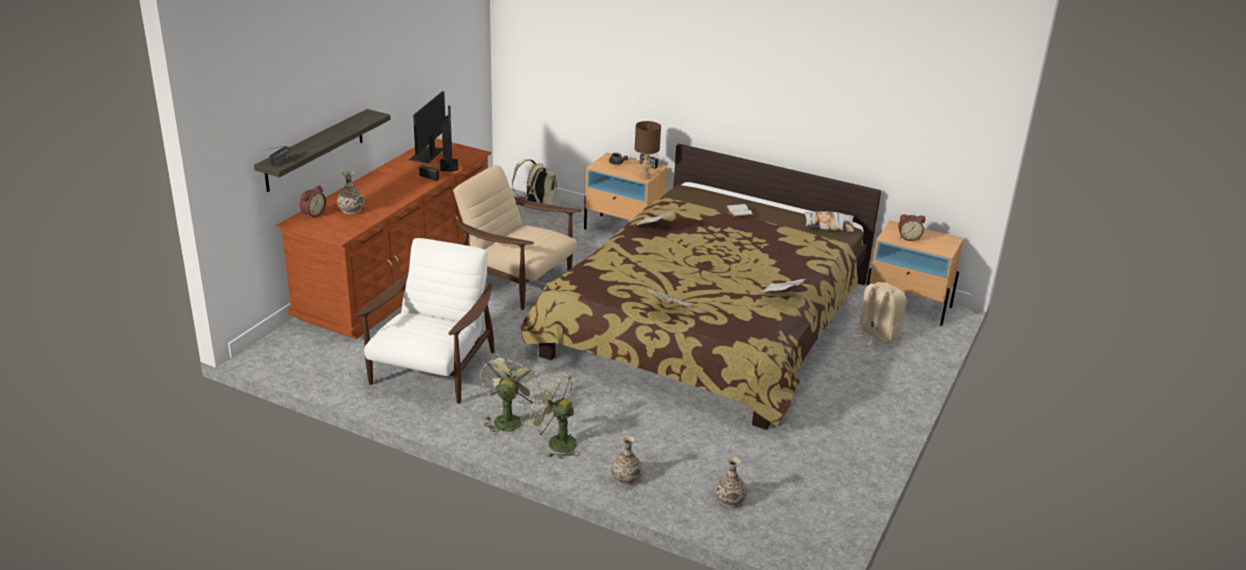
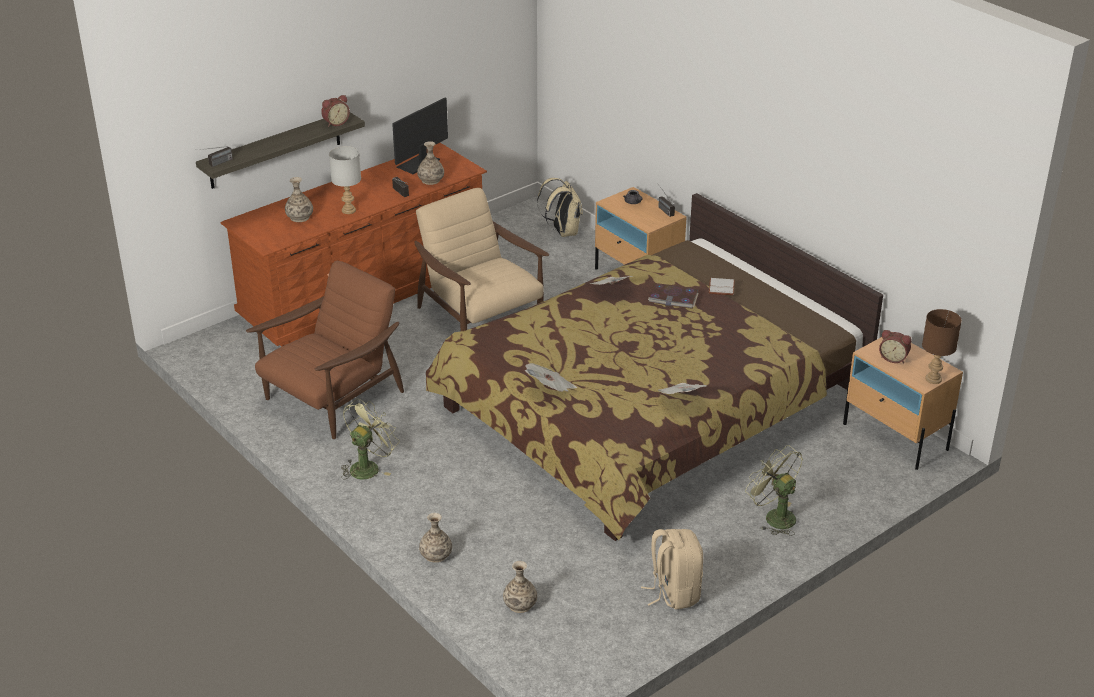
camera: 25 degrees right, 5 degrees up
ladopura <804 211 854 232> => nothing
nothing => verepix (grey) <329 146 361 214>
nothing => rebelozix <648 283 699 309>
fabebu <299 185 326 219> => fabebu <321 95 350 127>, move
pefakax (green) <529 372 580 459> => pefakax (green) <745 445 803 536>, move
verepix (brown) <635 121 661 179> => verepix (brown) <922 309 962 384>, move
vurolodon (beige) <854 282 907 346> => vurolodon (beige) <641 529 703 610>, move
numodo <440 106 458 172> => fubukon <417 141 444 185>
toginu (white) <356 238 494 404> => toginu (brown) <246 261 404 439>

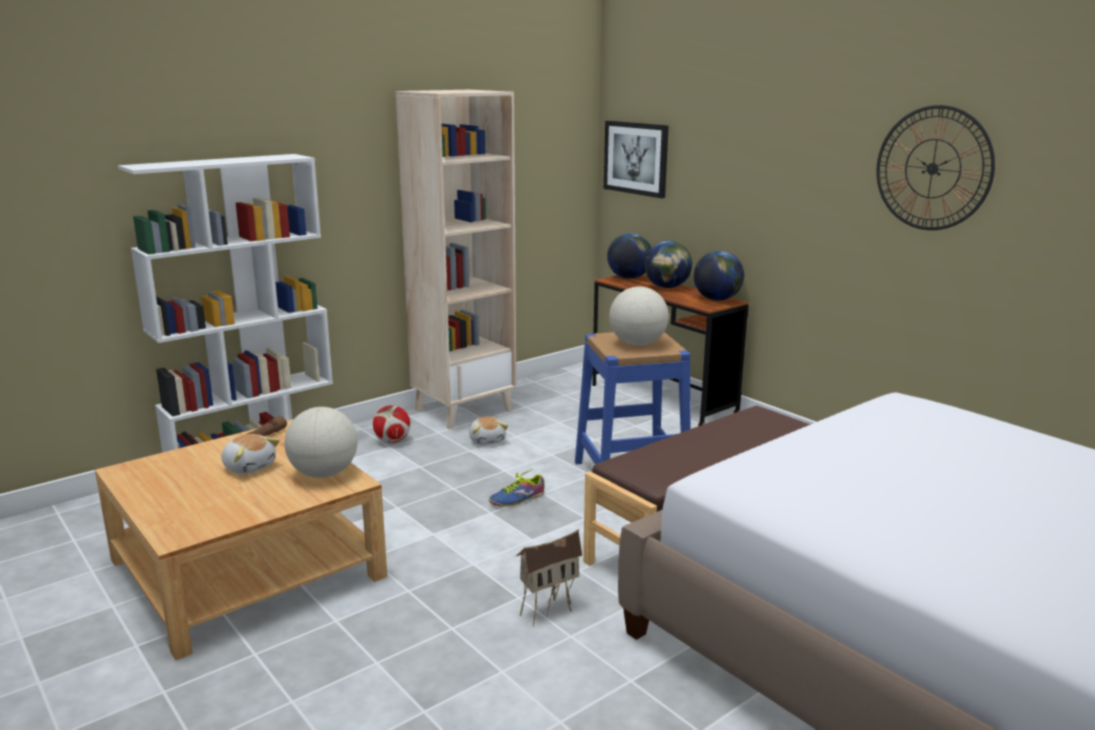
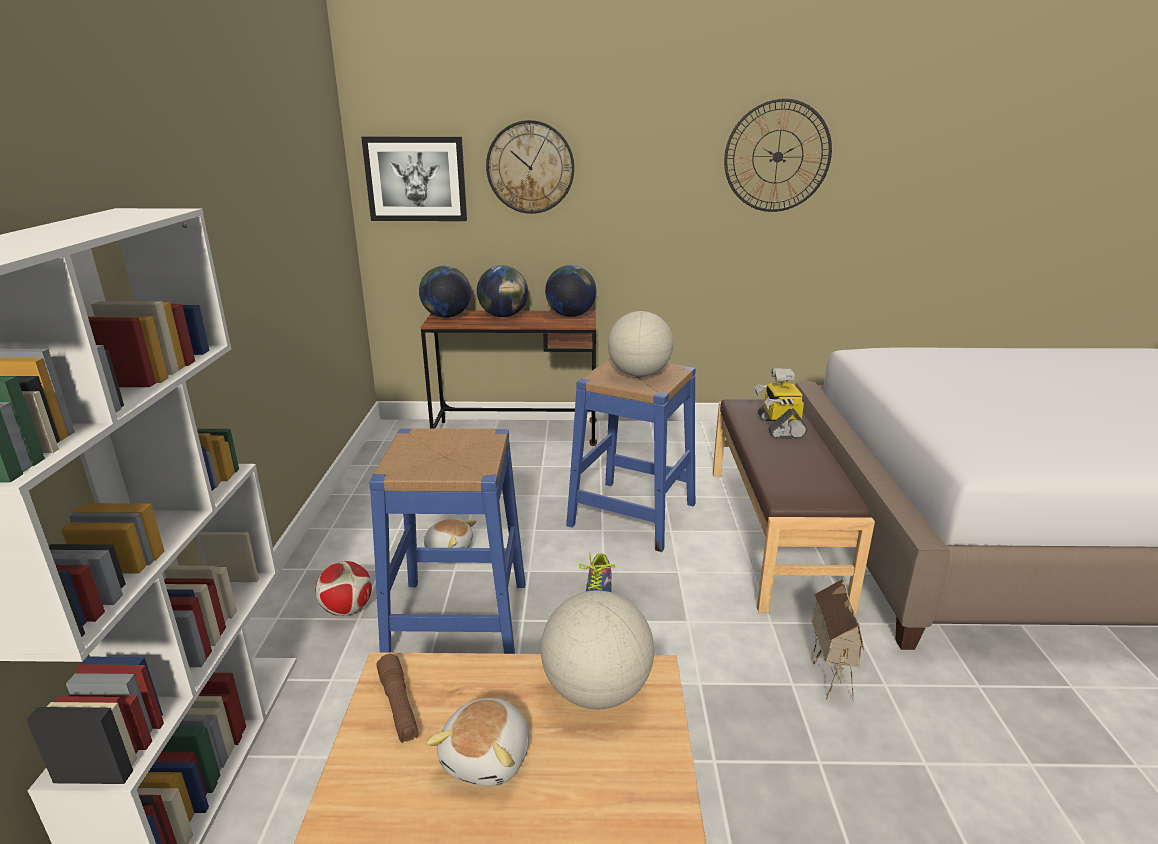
camera: 50 degrees left, 5 degrees up
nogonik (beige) <395 90 516 430> => nothing
nothing => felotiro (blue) <369 428 525 654>
nothing => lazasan <486 120 574 214>
nothing => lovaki <755 368 807 439>
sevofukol <221 434 280 474> => sevofukol <426 698 529 787>, 120 degrees clockwise

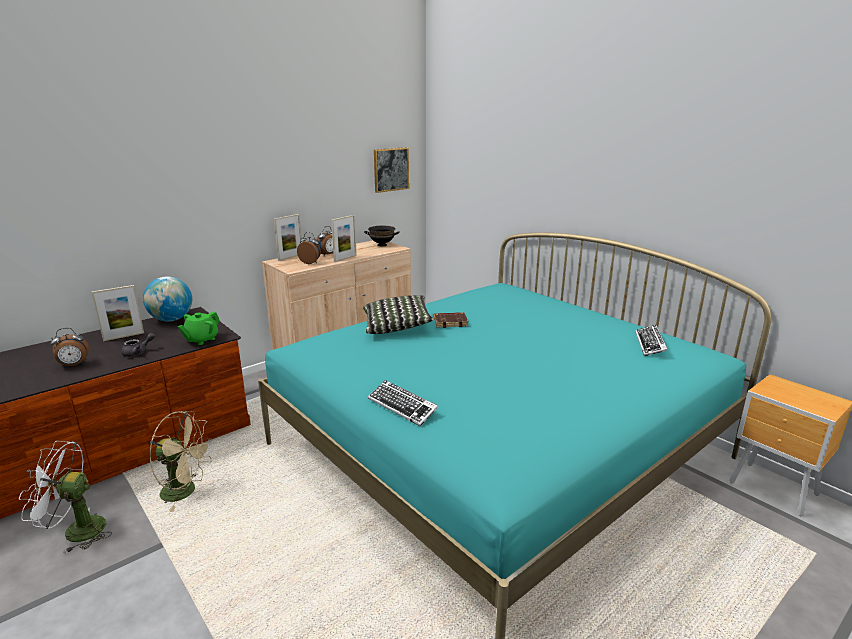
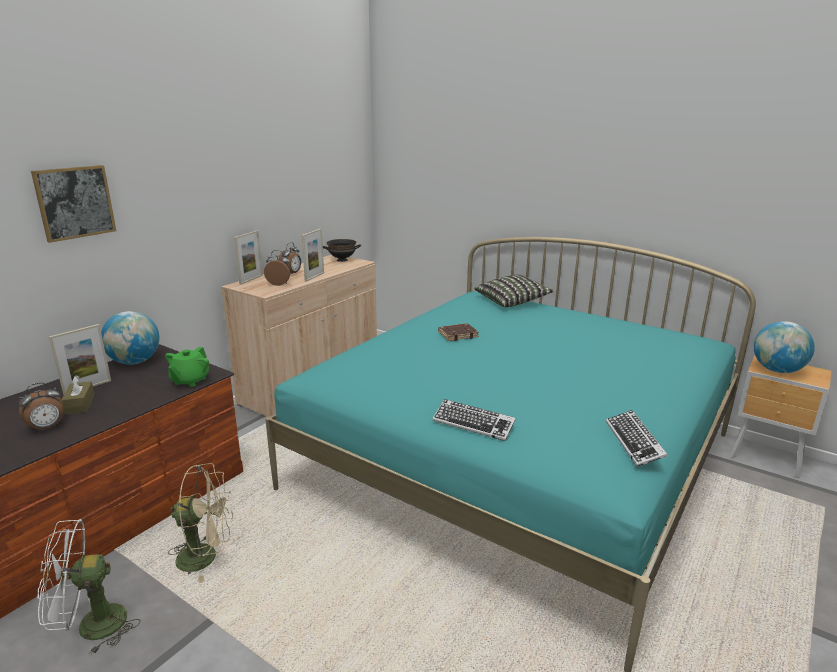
camera: 15 degrees left, 0 degrees up
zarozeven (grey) <121 333 155 357> => nothing
nothing => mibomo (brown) <62 375 95 415>
nothing => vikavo <754 321 815 373>
ladopura <363 295 434 334> => ladopura <474 274 553 307>, move
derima <374 147 409 193> => derima <31 165 116 243>, move
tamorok <635 325 668 356> => tamorok <606 410 668 467>, move

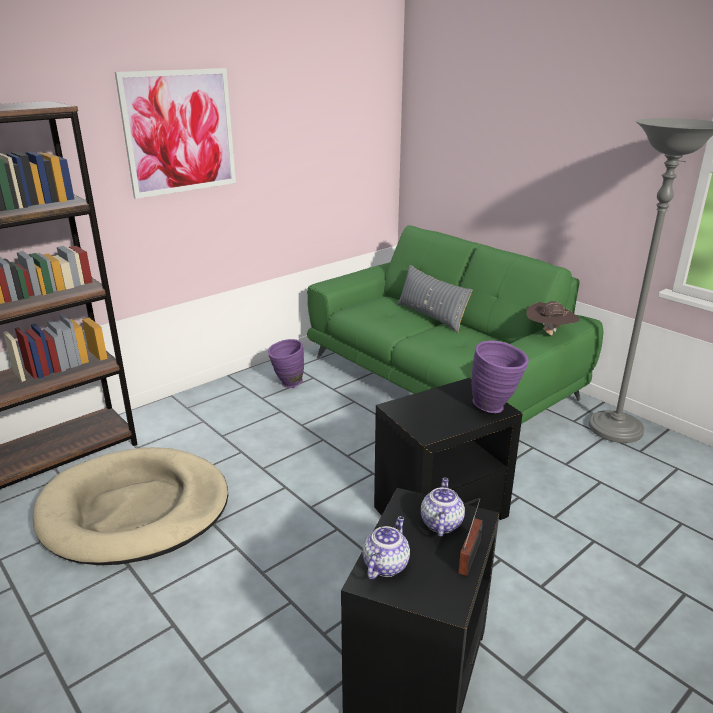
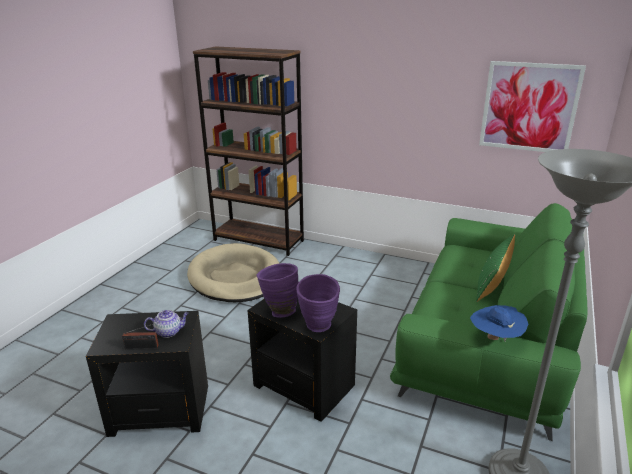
camera: 65 degrees right, 0 degrees up
zarozeven <363 516 410 579> => nothing
derima <115 68 236 199> => derima <479 61 586 152>, move
fubukon (purple) <268 339 304 388> => fubukon (purple) <257 263 299 318>, move
ladopura (grey) <397 265 472 333> => ladopura (green) <476 234 515 302>
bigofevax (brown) <526 301 579 335> => bigofevax (blue) <470 305 528 341>

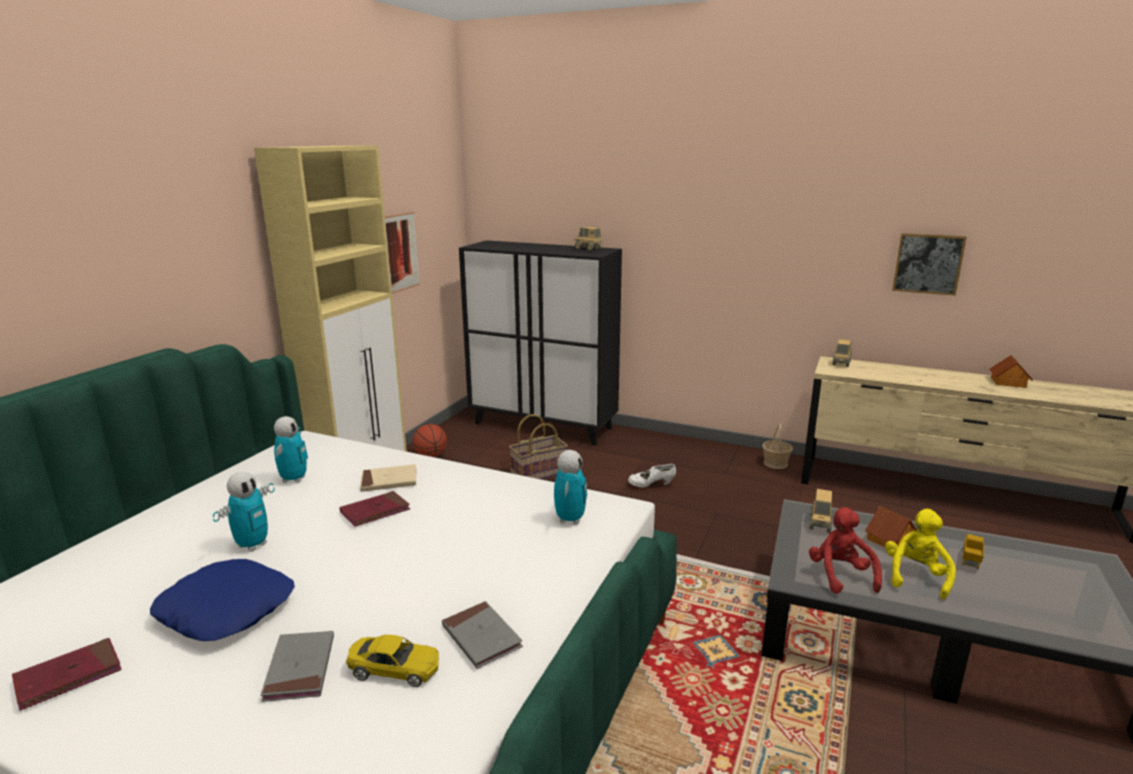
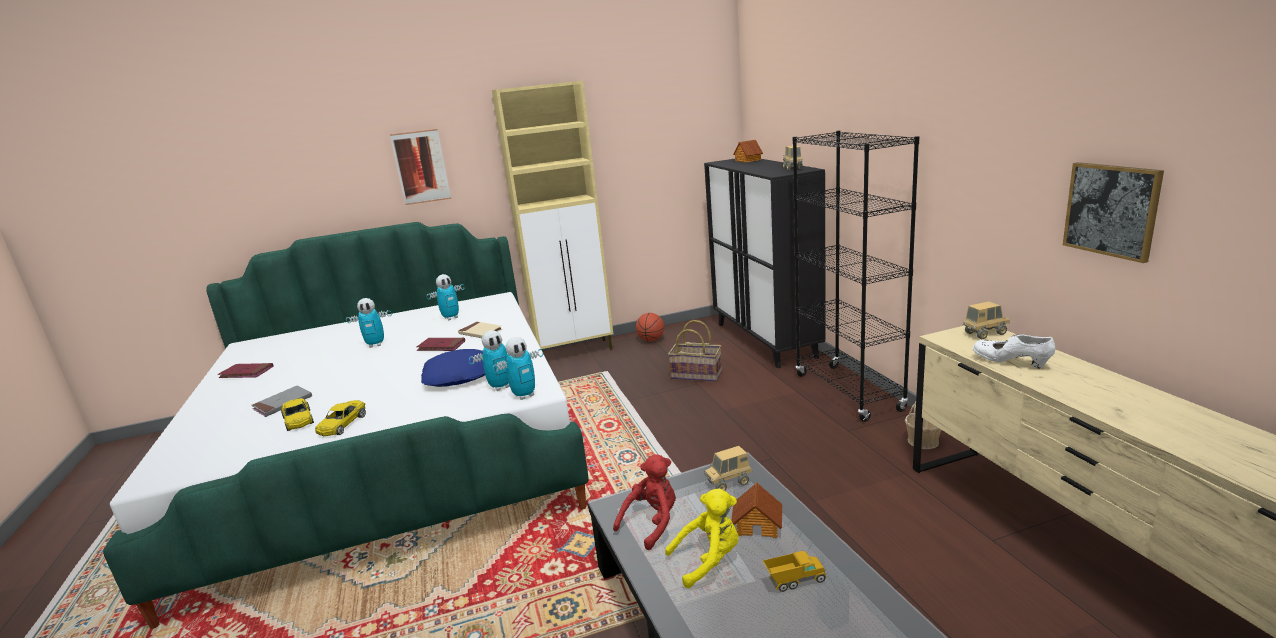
camera: 50 degrees right, 0 degrees up
nothing => lovaki <493 337 543 400>
nothing => nogonik (black) <793 131 920 422>
ladopura (blue) <150 559 295 641> => ladopura (blue) <421 349 485 387>, move
derima <385 212 420 293> => derima <390 129 451 205>, move
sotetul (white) <628 464 676 488> => sotetul (white) <973 334 1055 368>, move
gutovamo <990 355 1033 388> => gutovamo <733 140 763 162>, move
rebelozix (grey) <442 601 523 669> => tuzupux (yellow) <315 400 366 436>

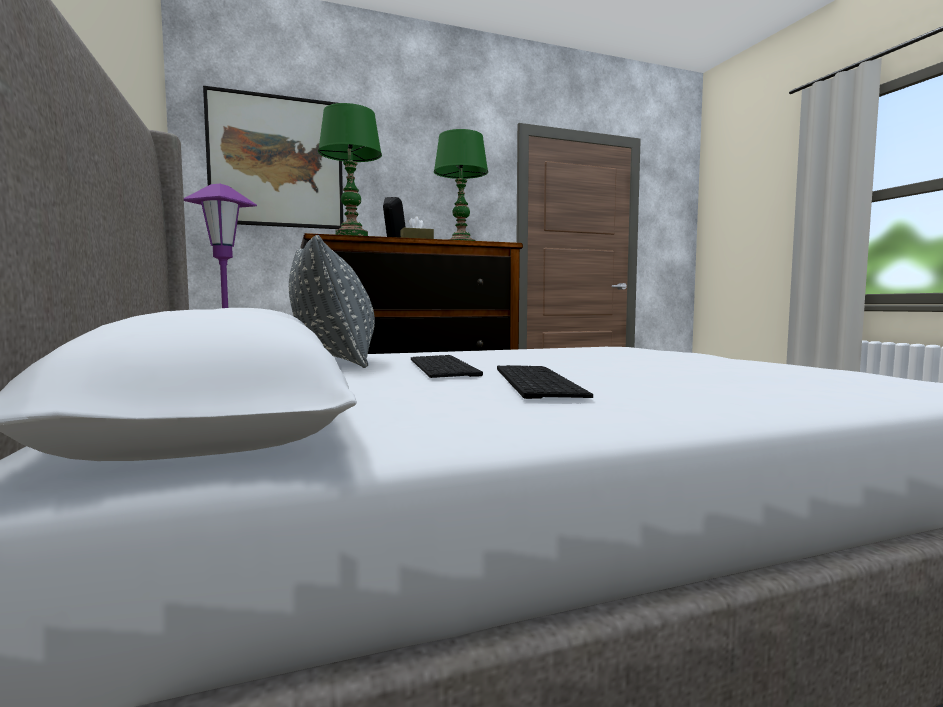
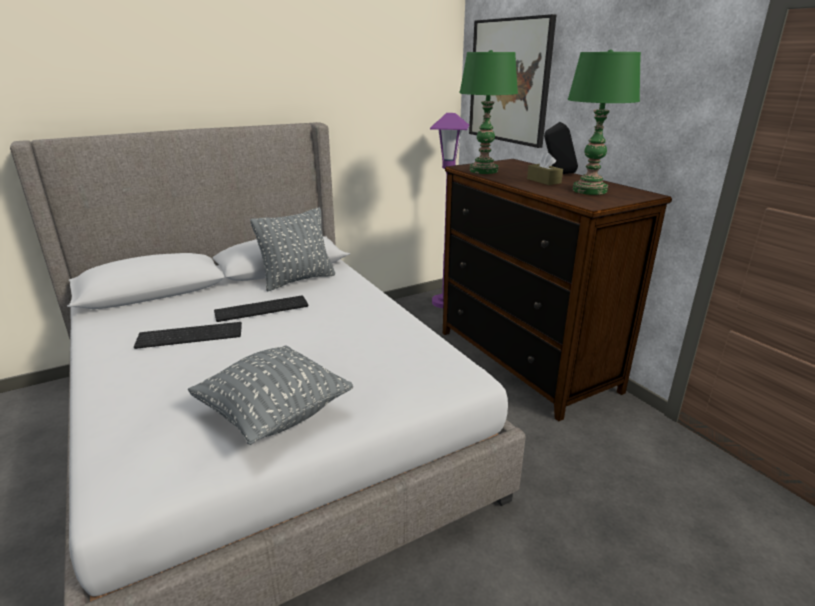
camera: 80 degrees right, 20 degrees up
nothing => ladopura (grey) <188 345 353 445>

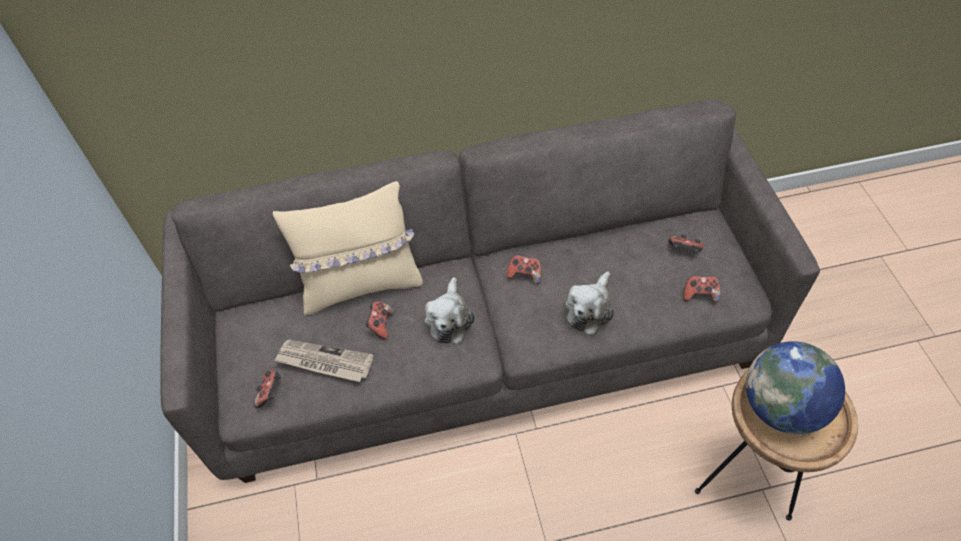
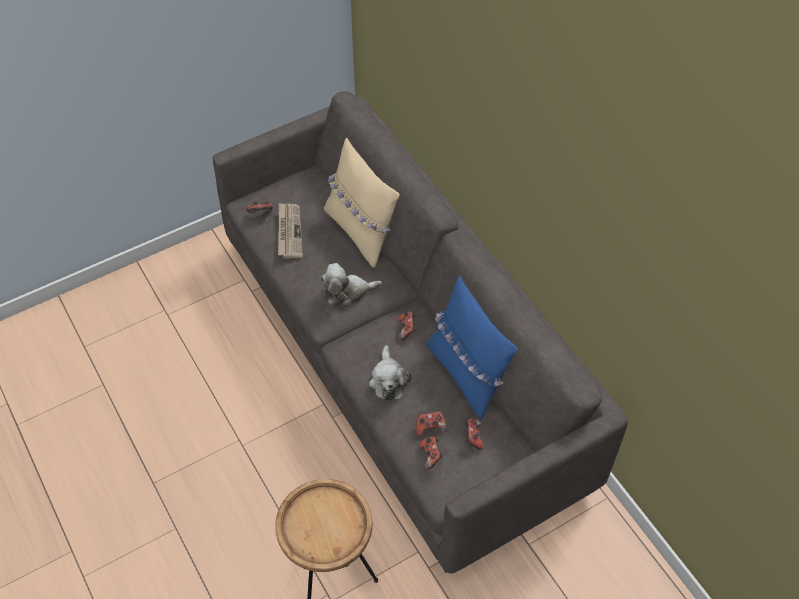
camera: 70 degrees right, 0 degrees up
vikavo <746 341 845 434> => nothing
nothing => ladopura (blue) <426 276 518 419>
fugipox <365 302 394 340> => fugipox <416 411 447 436>, move
sevofukol <565 272 615 335> => sevofukol <369 345 411 401>, 105 degrees counterclockwise

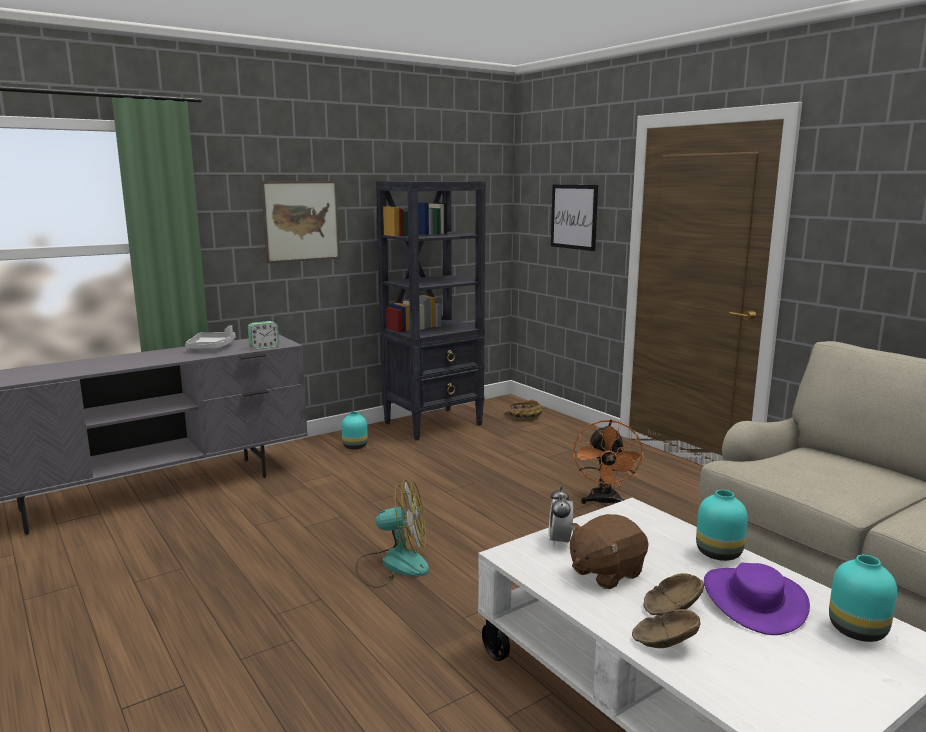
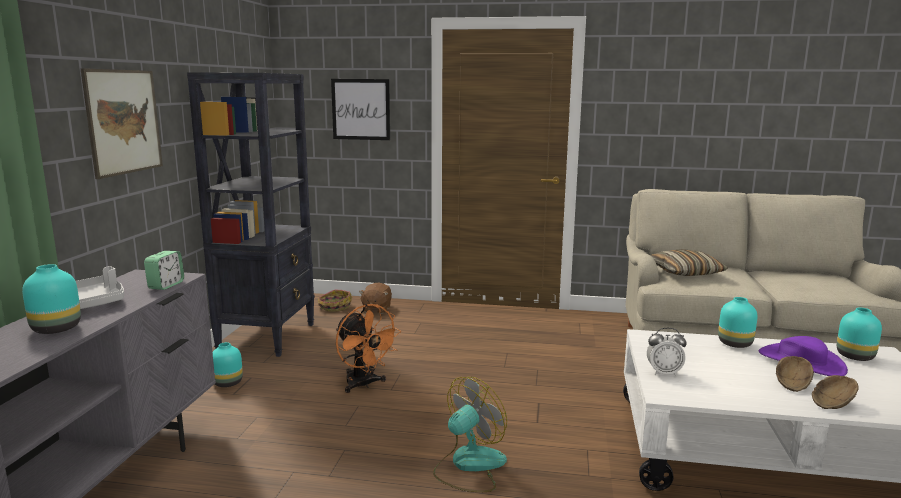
camera: 45 degrees left, 0 degrees up
nothing => fubukon (turquoise) <22 264 81 334>
nothing => ladopura <650 249 728 276>
sevofukol (brown) <570 514 648 589> => sevofukol (brown) <359 283 392 314>, move
pefakax (orange) <573 419 644 506> => pefakax (orange) <336 304 401 393>, move
fabebu <548 486 573 547> => fabebu <647 328 687 376>, 45 degrees counterclockwise

